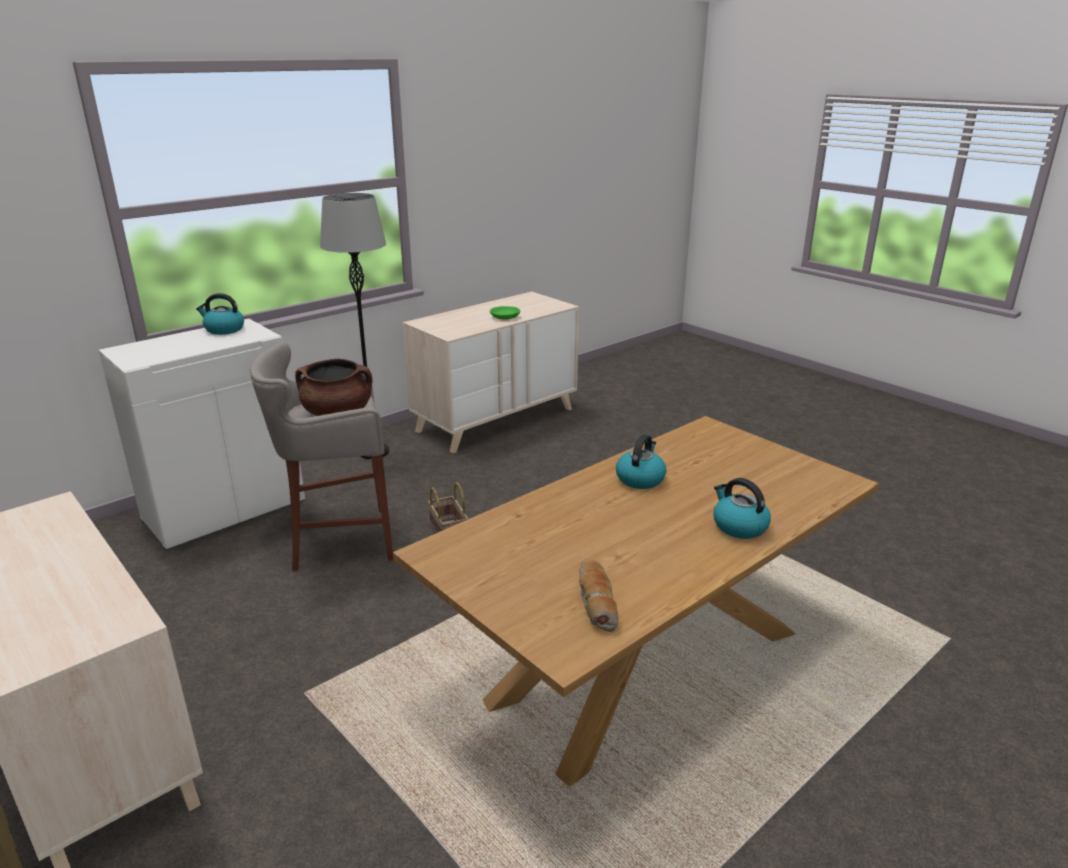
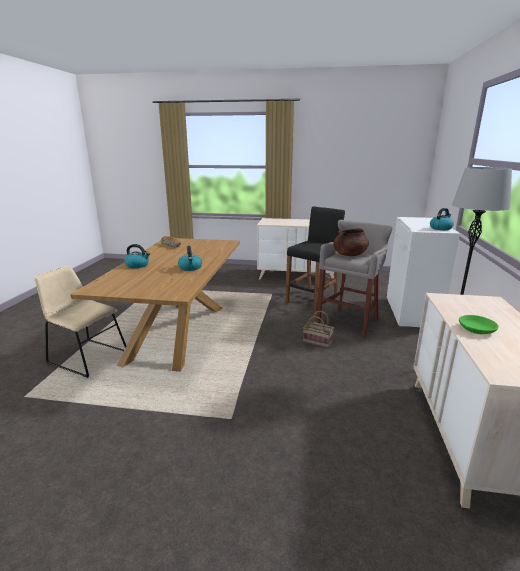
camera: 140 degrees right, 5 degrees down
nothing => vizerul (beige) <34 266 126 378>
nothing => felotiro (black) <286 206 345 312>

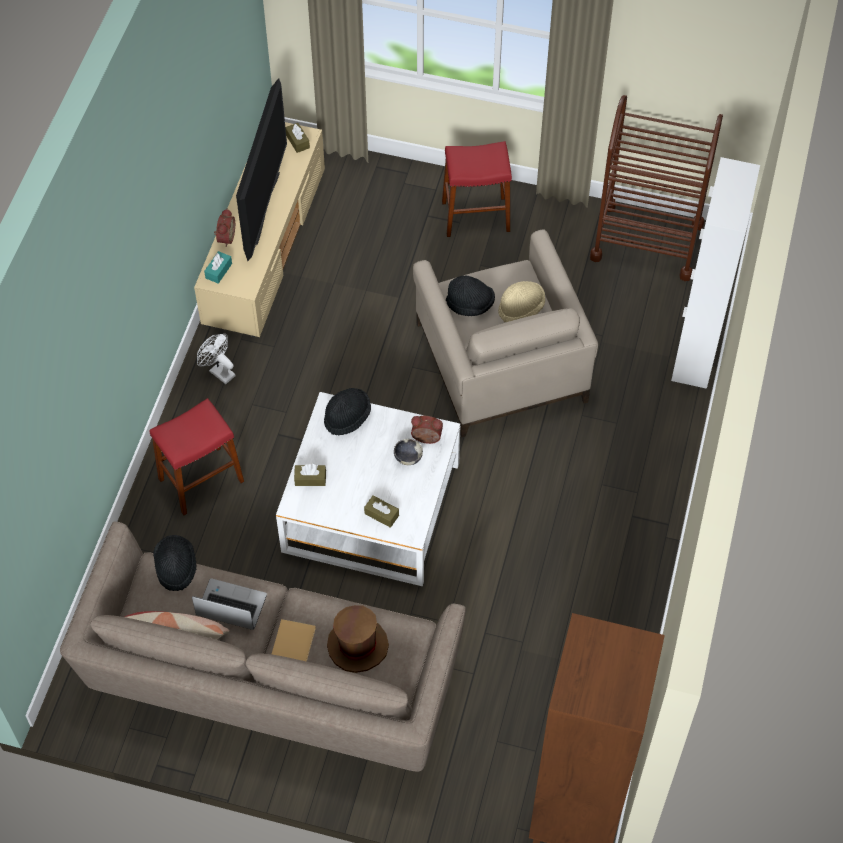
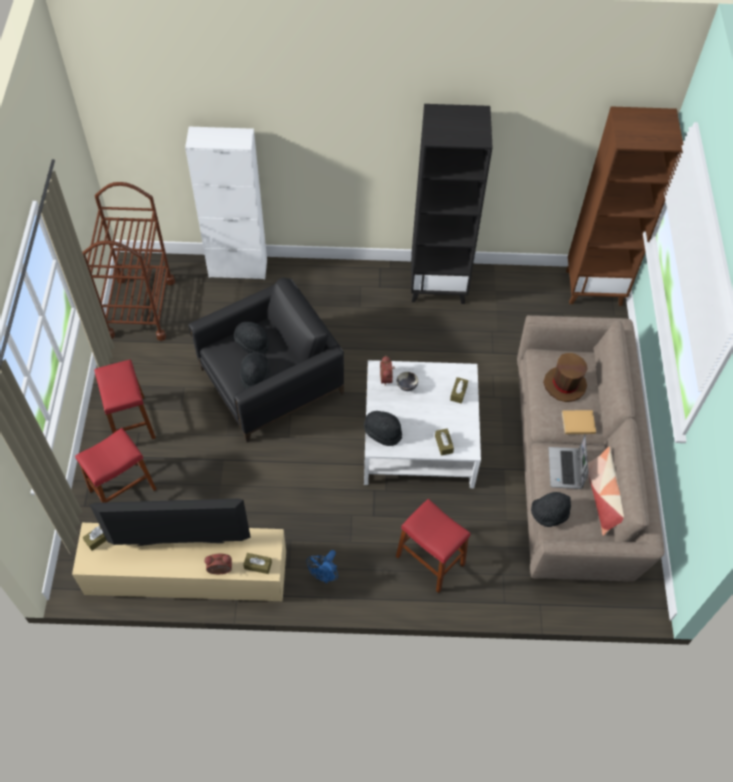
camera: 105 degrees left, 0 degrees up
nothing => felotiro (red) <75 428 156 503>
nothing => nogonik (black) <411 104 493 304>
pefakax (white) <197 334 236 384> => pefakax (blue) <306 550 338 583>
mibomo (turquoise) <204 251 232 284> => mibomo (brown) <243 553 272 574>
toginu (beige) <413 229 598 437> => toginu (black) <188 278 344 443>
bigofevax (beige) <498 281 545 322> => bigofevax (black) <234 322 270 354>

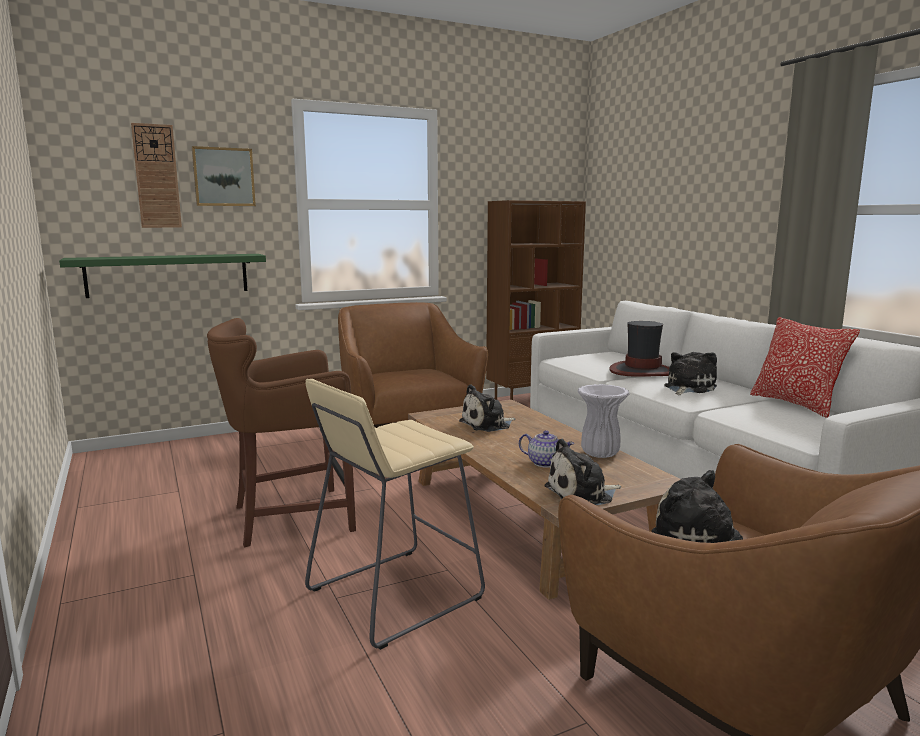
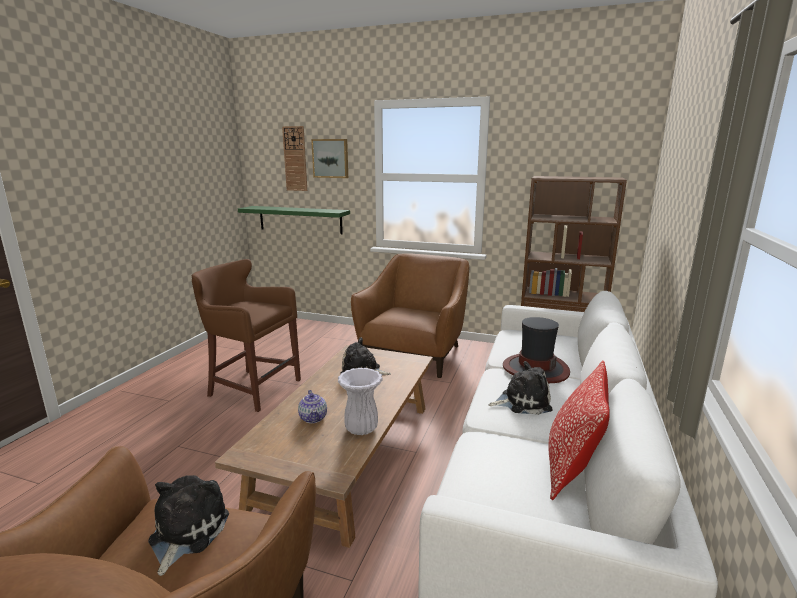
camera: 45 degrees right, 5 degrees up
felotiro (beige) <305 379 485 650> => nothing
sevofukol <544 438 621 505> => nothing

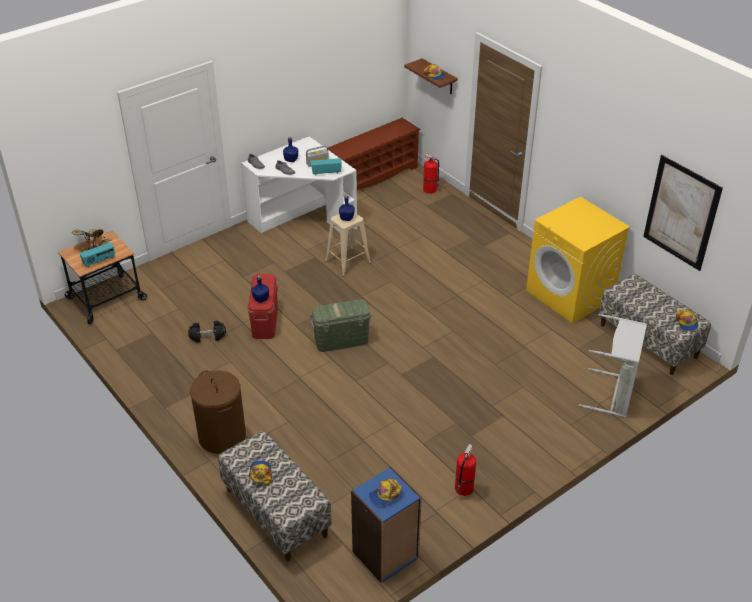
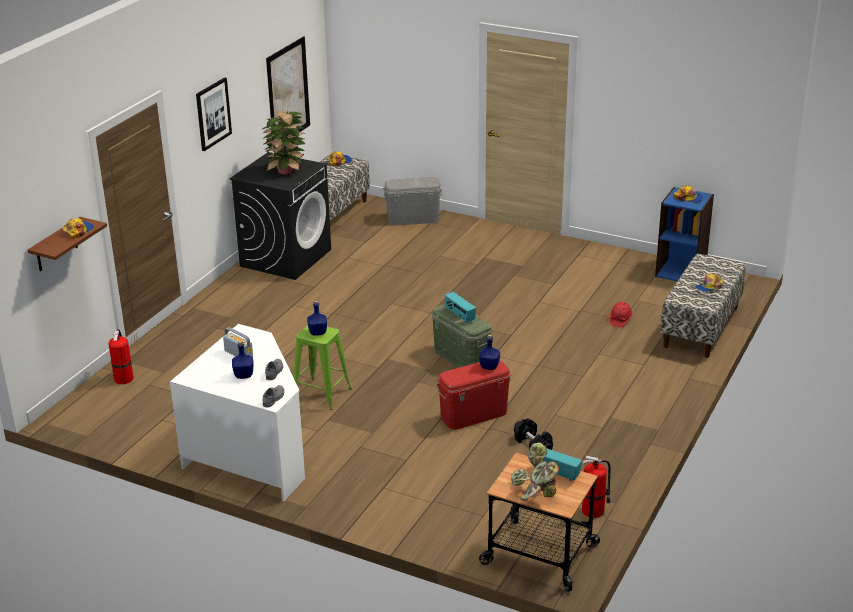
camera: 115 degrees left, 10 degrees down
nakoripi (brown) <190 370 246 454> => nothing
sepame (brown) <326 118 421 191> => nothing
nothing => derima <196 77 232 151>
nothing => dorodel <261 111 306 174>
nothing => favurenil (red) <609 302 633 327>
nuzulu <310 158 342 175> => nuzulu <445 292 476 323>, move
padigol <455 444 476 496> => padigol <582 455 611 518>, move
nakoripi (grey) <579 314 647 418> => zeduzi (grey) <383 177 442 226>
felotiro (beige) <325 212 371 276> => felotiro (green) <294 325 352 410>
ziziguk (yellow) <526 197 630 324> => ziziguk (black) <229 152 331 280>

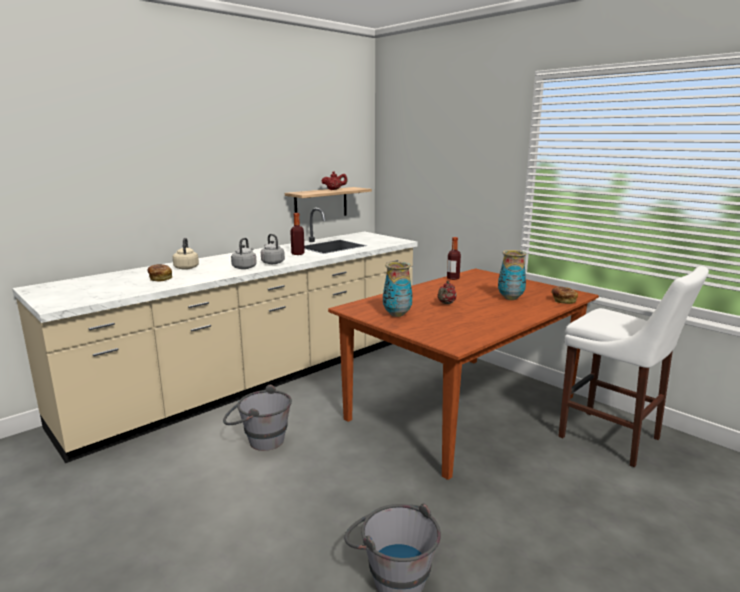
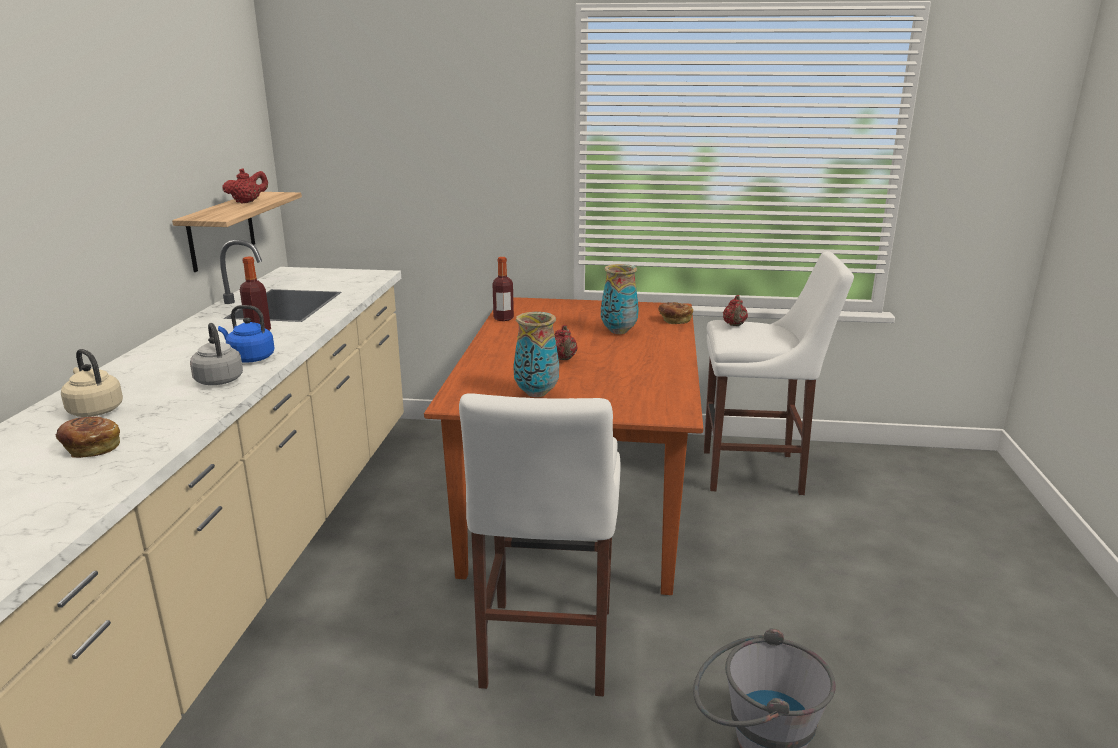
camera: 40 degrees left, 5 degrees up
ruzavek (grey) <223 385 292 451> => nothing
nothing => felotiro (white) <459 393 621 696>
nothing => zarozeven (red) <723 295 748 326>
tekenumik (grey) <261 234 285 264> => tekenumik (blue) <218 305 274 362>

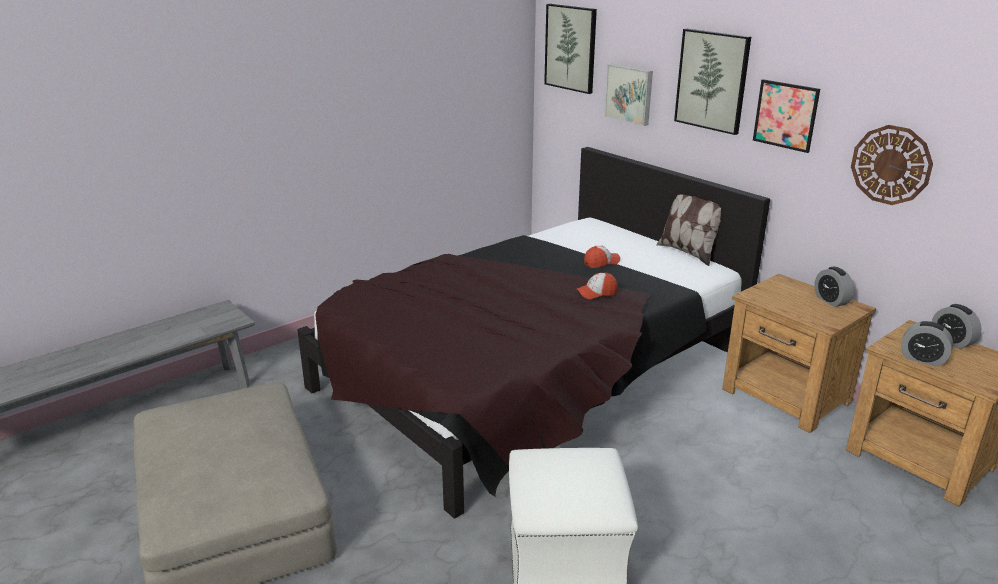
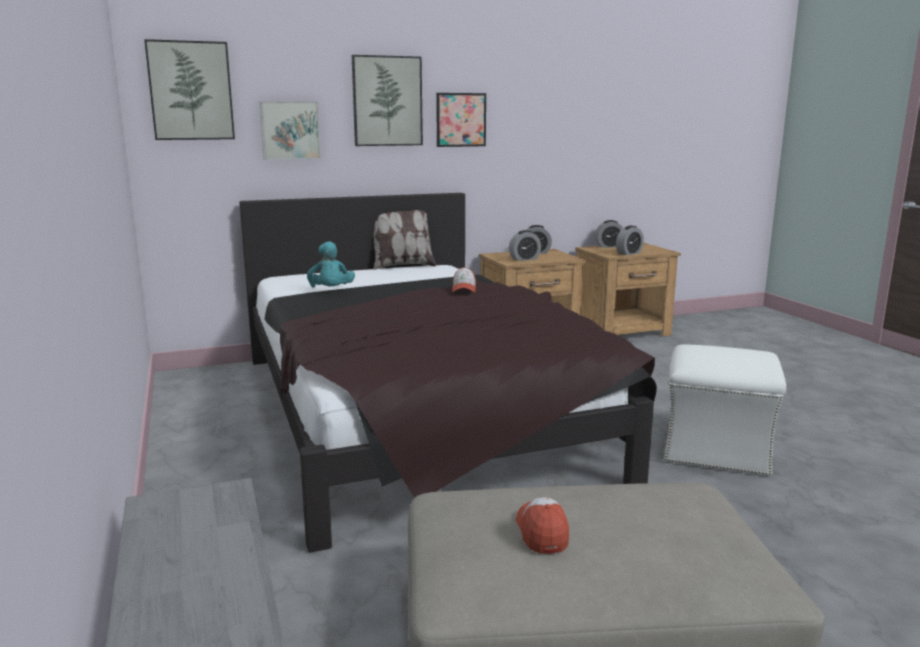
camera: 70 degrees left, 10 degrees down
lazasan <851 125 933 205> => nothing
nothing => sevofukol (turquoise) <307 241 355 288>
nothing => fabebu <509 230 541 261>
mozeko <584 245 620 268> => mozeko <516 497 569 554>, move

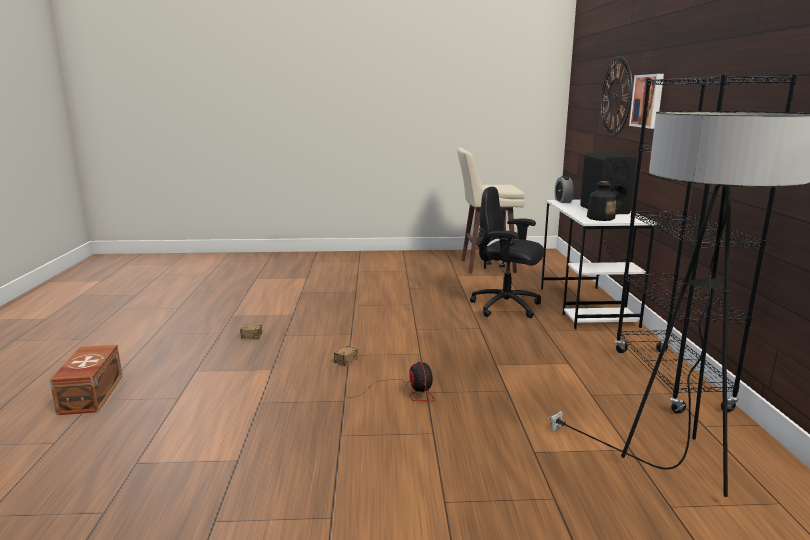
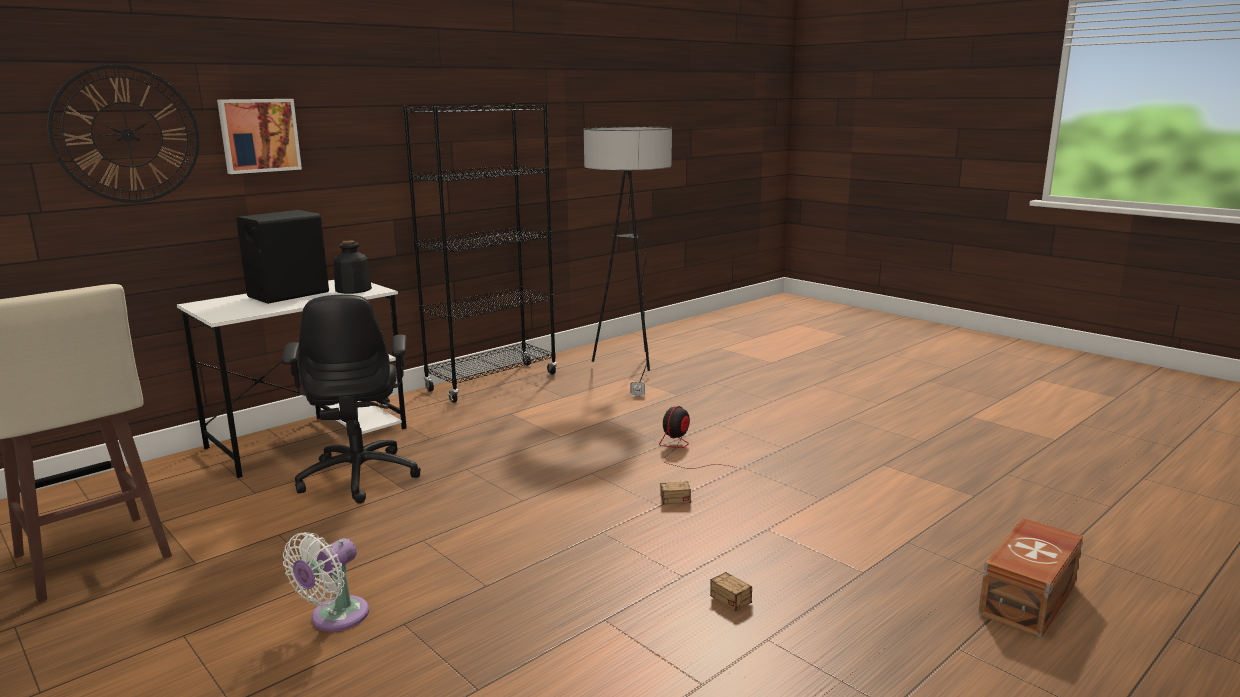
camera: 130 degrees left, 0 degrees up
fabebu <555 176 574 203> => nothing
nothing => pefakax (white) <283 532 369 631>

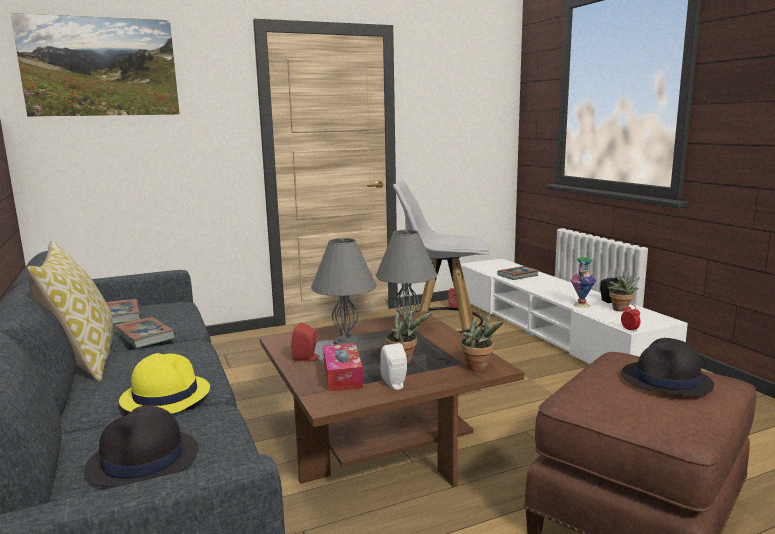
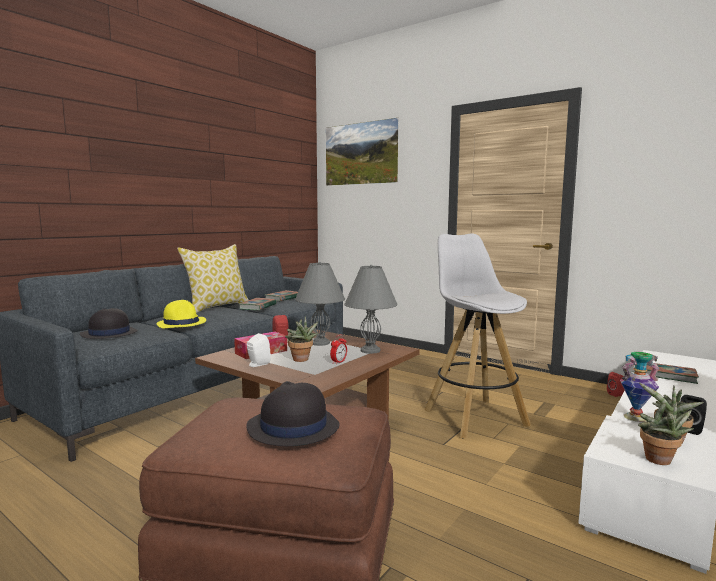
camera: 60 degrees right, 5 degrees down
dorodel <461 311 504 371> => dorodel <638 402 694 465>, move
fabebu <621 303 641 332> => fabebu <330 335 347 364>, move

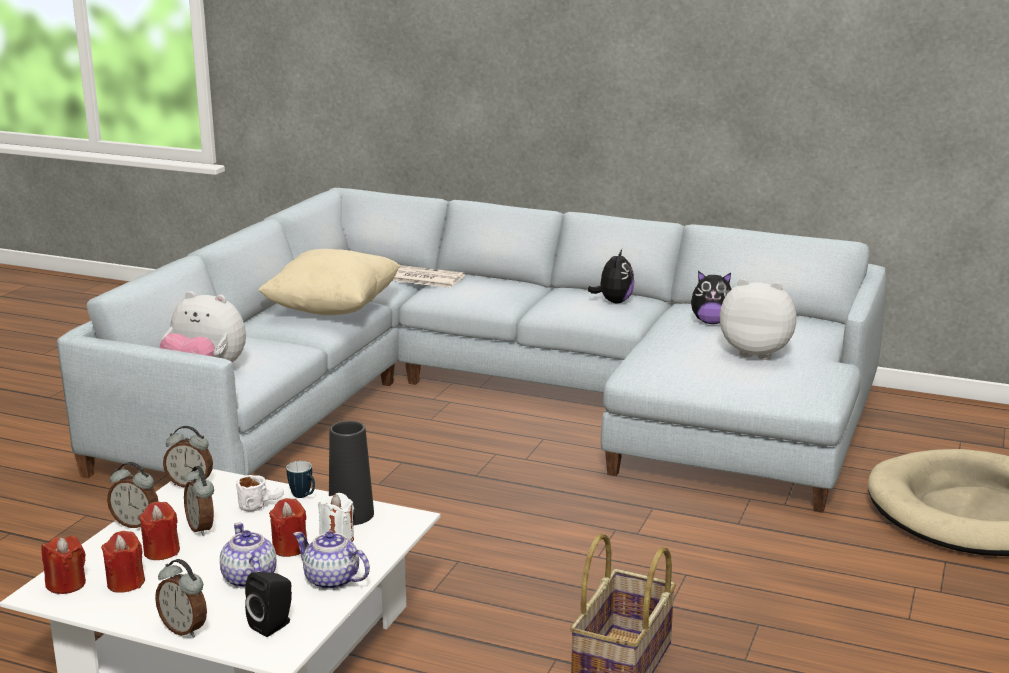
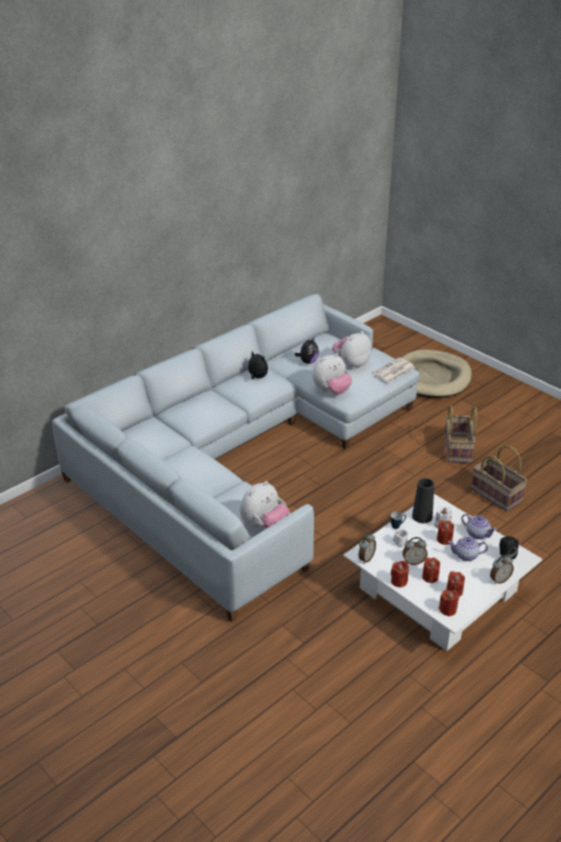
camera: 65 degrees left, 15 degrees up
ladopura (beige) <258 249 401 315> => nothing
nothing => sevofukol <312 353 352 395>
nothing => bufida <444 405 477 463>
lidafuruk <392 265 465 288> => lidafuruk <372 358 415 383>, move
fabebu <107 462 159 528> => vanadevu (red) <391 561 409 588>
zarozeven <293 531 370 590> => zarozeven <461 514 497 539>, 105 degrees counterclockwise

